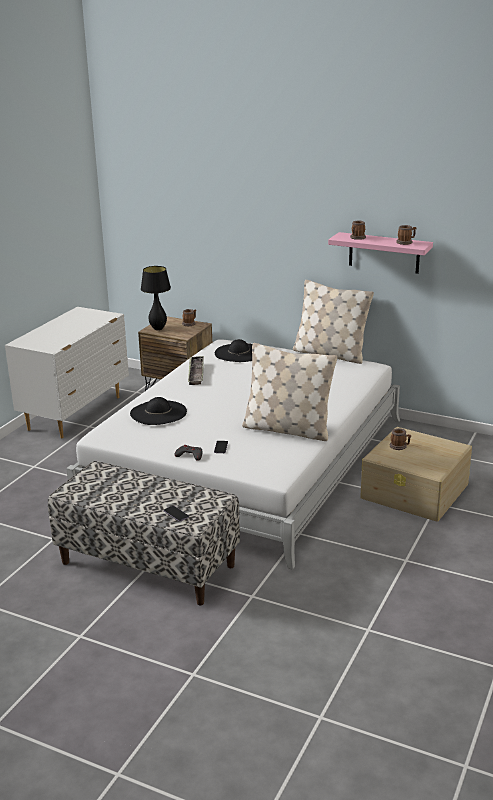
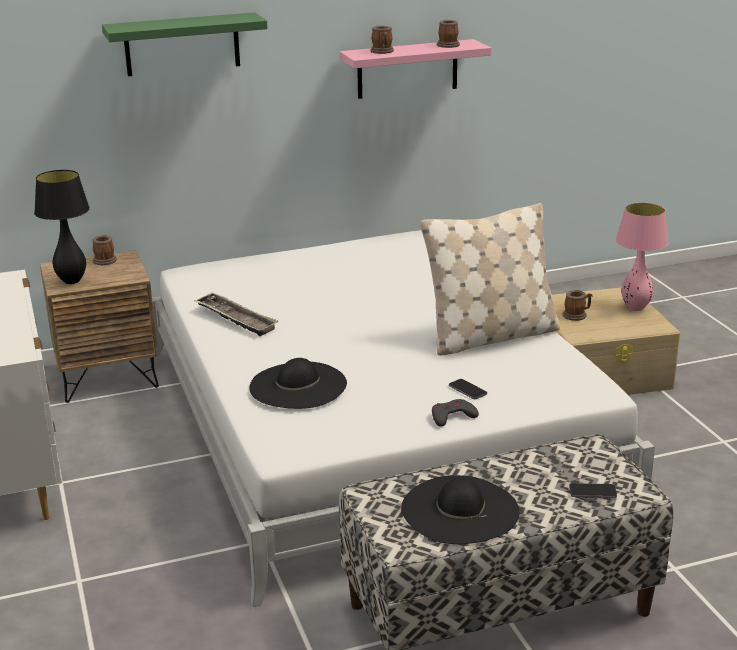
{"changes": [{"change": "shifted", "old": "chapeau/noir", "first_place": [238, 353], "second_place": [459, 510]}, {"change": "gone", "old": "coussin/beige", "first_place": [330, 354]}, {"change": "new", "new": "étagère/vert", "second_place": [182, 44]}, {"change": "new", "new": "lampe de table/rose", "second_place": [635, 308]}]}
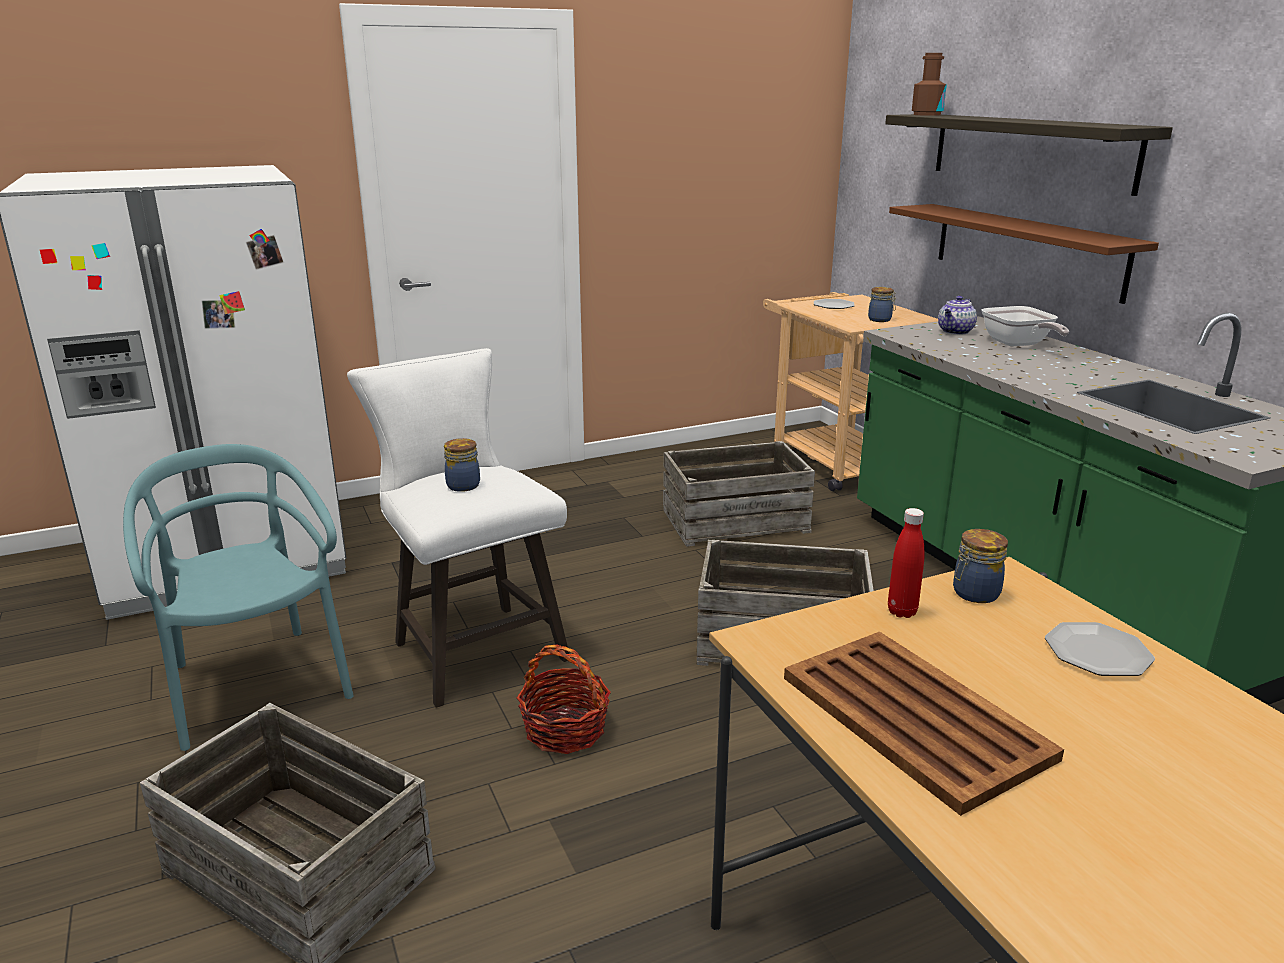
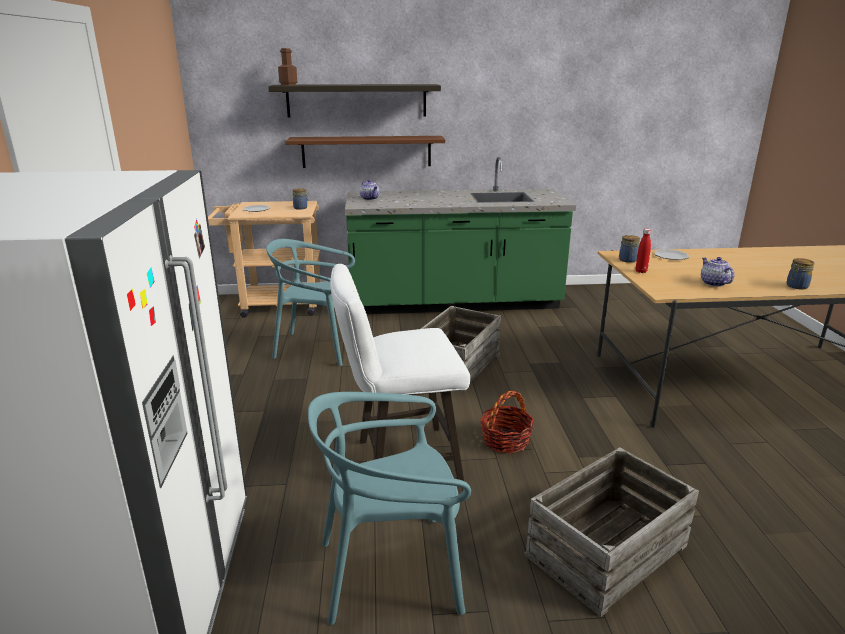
{"changes": [{"change": "shifted", "old": "bocal", "first_place": [462, 485], "second_place": [796, 286]}, {"change": "swapped", "old": "caisse", "new": "chaise/turquoise", "first_place": [735, 520], "second_place": [317, 347]}, {"change": "swapped", "old": "plateau/marron", "new": "théière", "first_place": [912, 715], "second_place": [713, 283]}, {"change": "gone", "old": "poêle", "first_place": [1018, 344]}]}
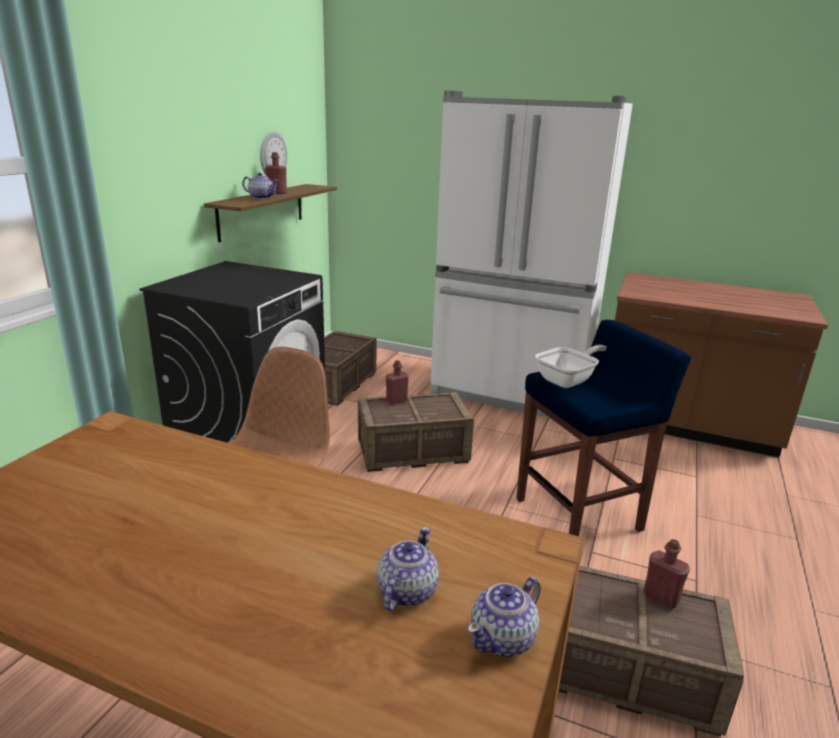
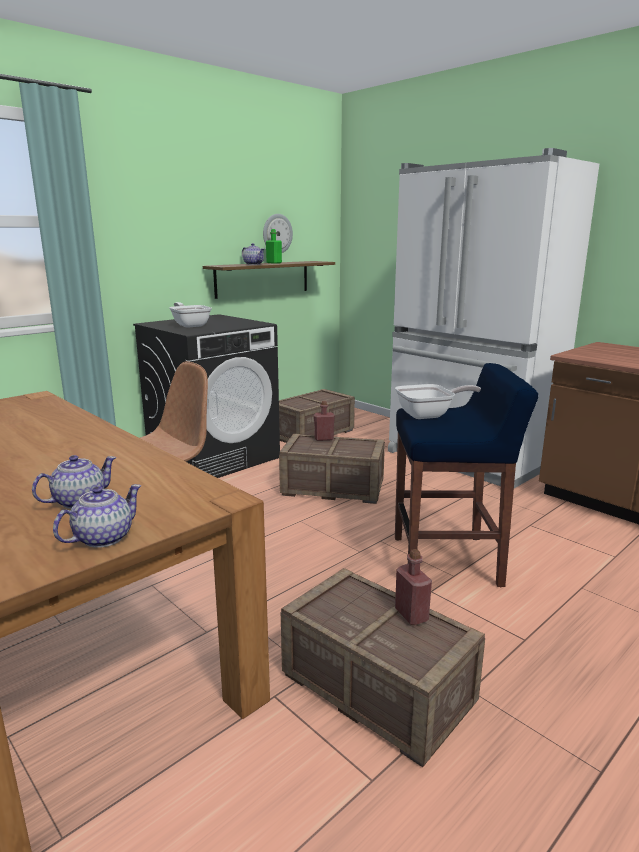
{"changes": [{"change": "repainted", "old": "bouteille/rouge", "new": "bouteille/vert", "first_place": [277, 193], "second_place": [274, 263]}, {"change": "rotated", "old": "théière", "first_place": [503, 639], "second_place": [102, 538], "degrees": 150}, {"change": "new", "new": "poêle", "second_place": [190, 325]}]}
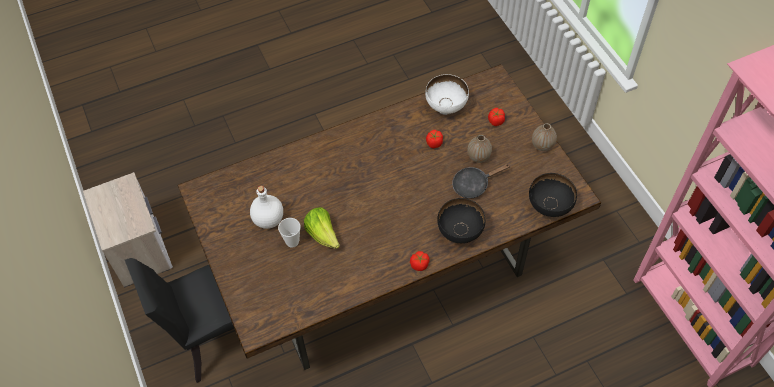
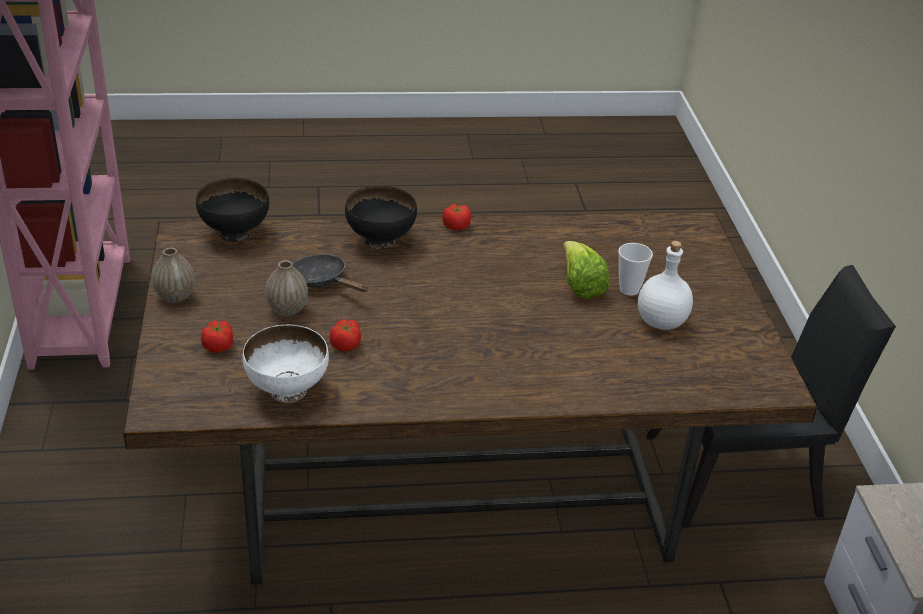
{"changes": [{"change": "rotated", "old": "poêle/noir", "first_place": [473, 185], "second_place": [321, 281], "degrees": -135}]}
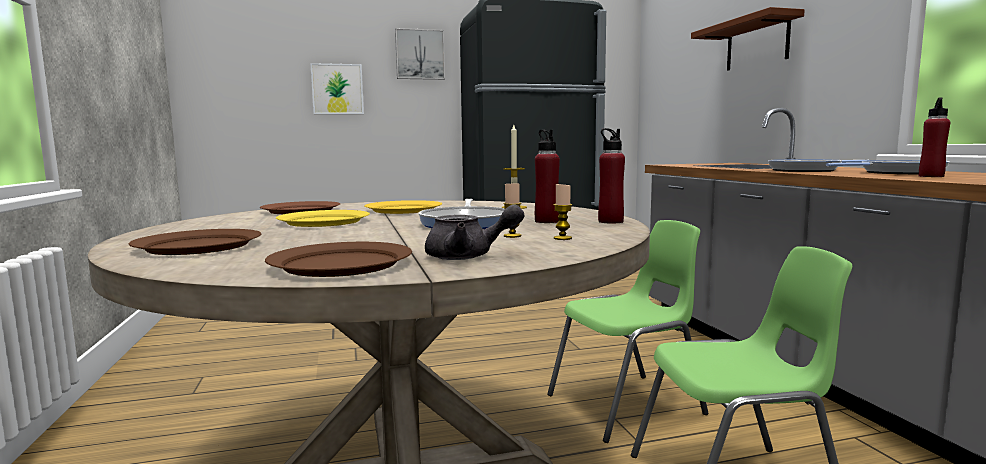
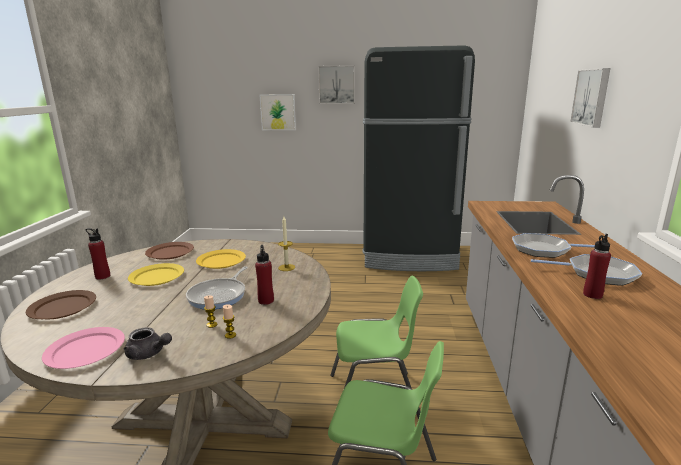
{"changes": [{"change": "repainted", "old": "assiette/marron", "new": "assiette/rose", "first_place": [341, 264], "second_place": [86, 350]}, {"change": "shifted", "old": "bouteille/rouge", "first_place": [610, 221], "second_place": [102, 276]}, {"change": "swapped", "old": "étagère/marron", "new": "tableau", "first_place": [757, 44], "second_place": [592, 97]}]}
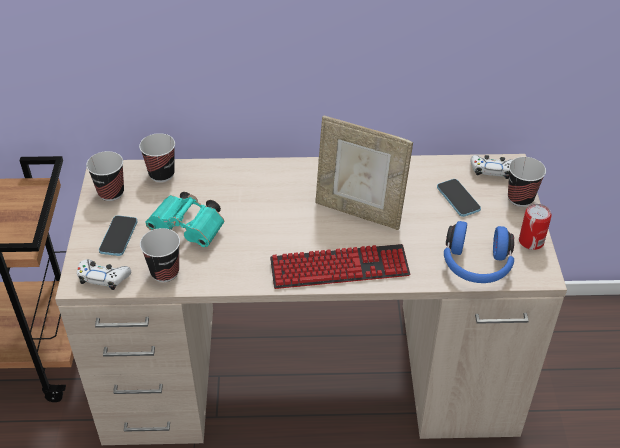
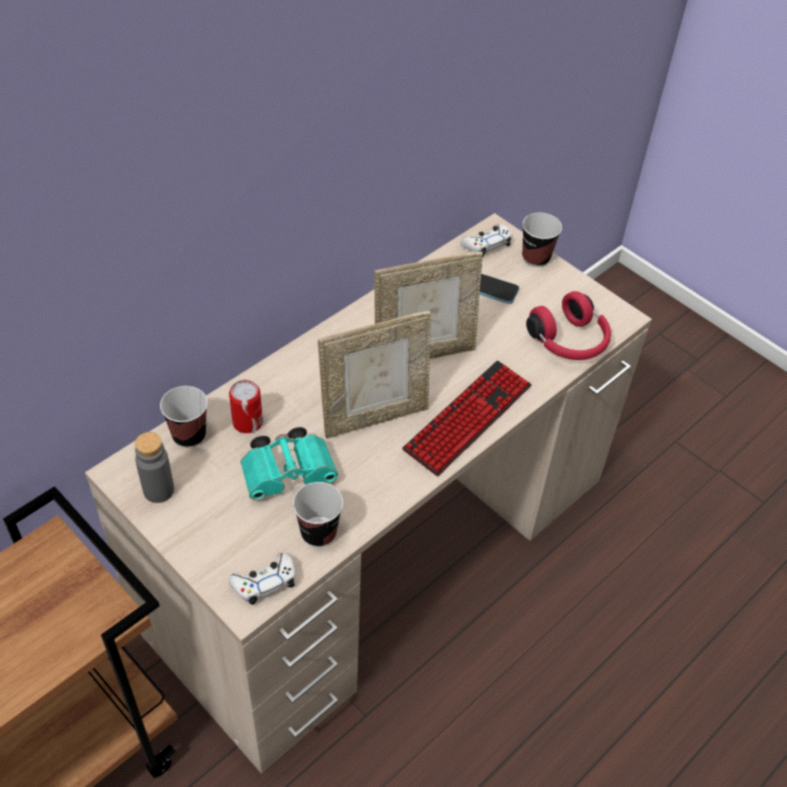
{"changes": [{"change": "swapped", "old": "tasse", "new": "bouteille/gris", "first_place": [111, 192], "second_place": [158, 490]}, {"change": "gone", "old": "téléphone", "first_place": [118, 237]}, {"change": "repainted", "old": "casque audio/bleu", "new": "casque audio/rouge", "first_place": [476, 265], "second_place": [569, 342]}, {"change": "shifted", "old": "boîte métallique", "first_place": [531, 241], "second_place": [247, 422]}, {"change": "new", "new": "cadre photo", "second_place": [374, 416]}]}
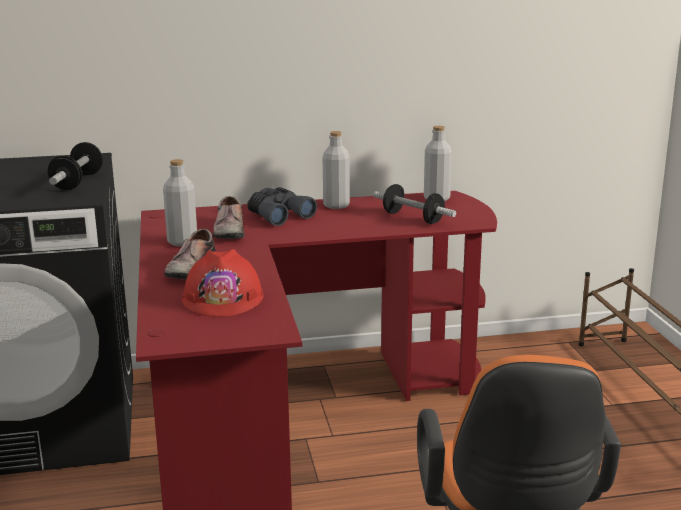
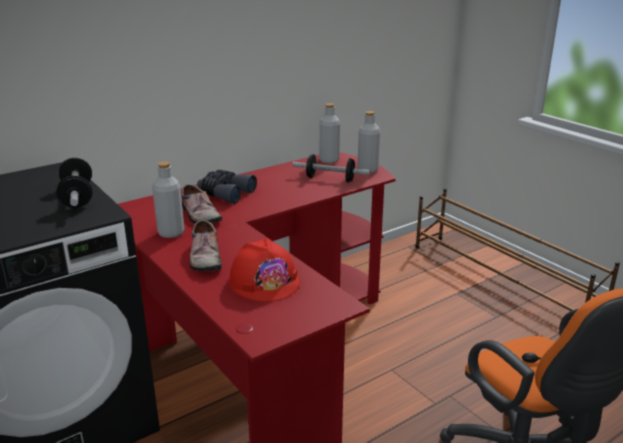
{"changes": [{"change": "shifted", "old": "bouteille/gris", "first_place": [336, 205], "second_place": [367, 170]}]}
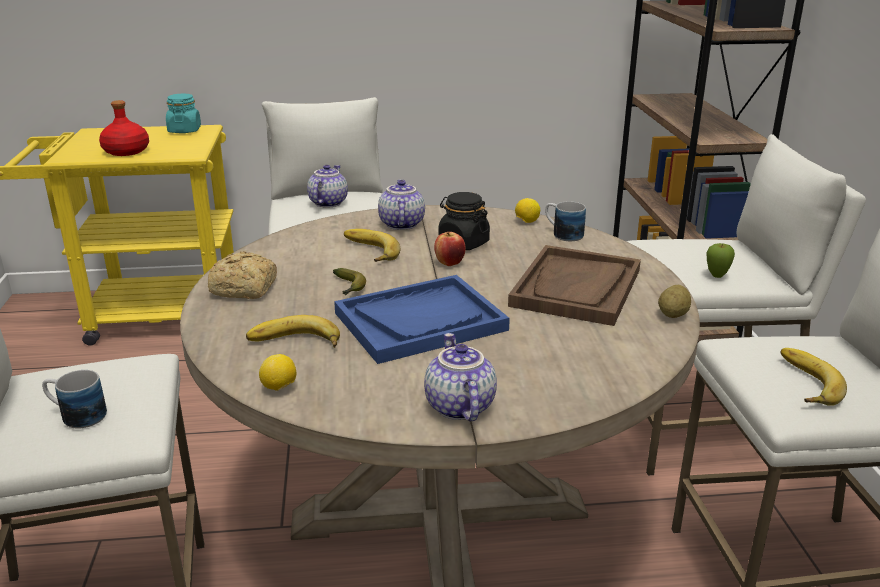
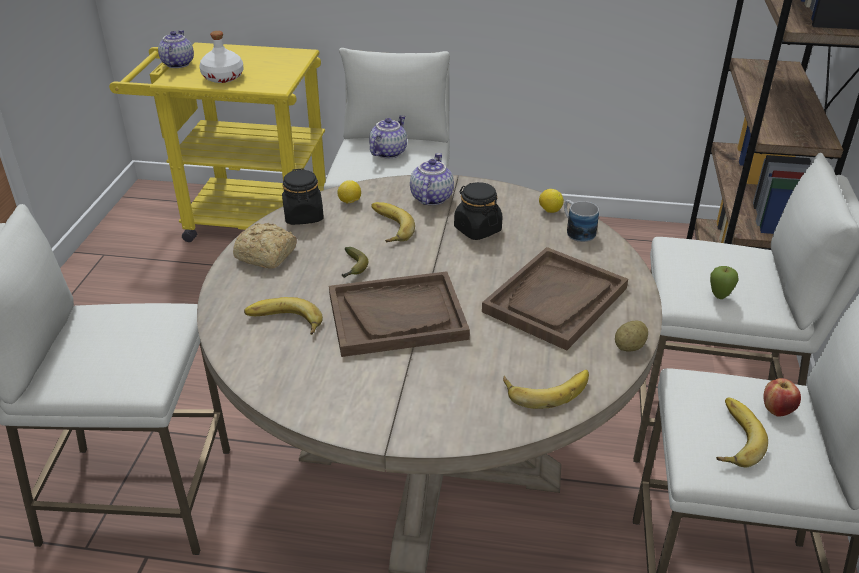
{"changes": [{"change": "gone", "old": "mug", "first_place": [76, 415]}, {"change": "repainted", "old": "bouteille/rouge", "new": "bouteille/blanc", "first_place": [126, 151], "second_place": [223, 77]}, {"change": "gone", "old": "bocal/turquoise", "first_place": [184, 130]}, {"change": "shifted", "old": "citron", "first_place": [279, 388], "second_place": [350, 202]}, {"change": "repainted", "old": "plateau/bleu", "new": "plateau/marron", "first_place": [420, 321], "second_place": [397, 316]}, {"change": "shifted", "old": "théière", "first_place": [458, 406], "second_place": [177, 64]}, {"change": "shifted", "old": "pomme", "first_place": [449, 263], "second_place": [777, 410]}, {"change": "new", "new": "bocal/noir", "second_place": [303, 216]}, {"change": "new", "new": "banane", "second_place": [546, 388]}]}
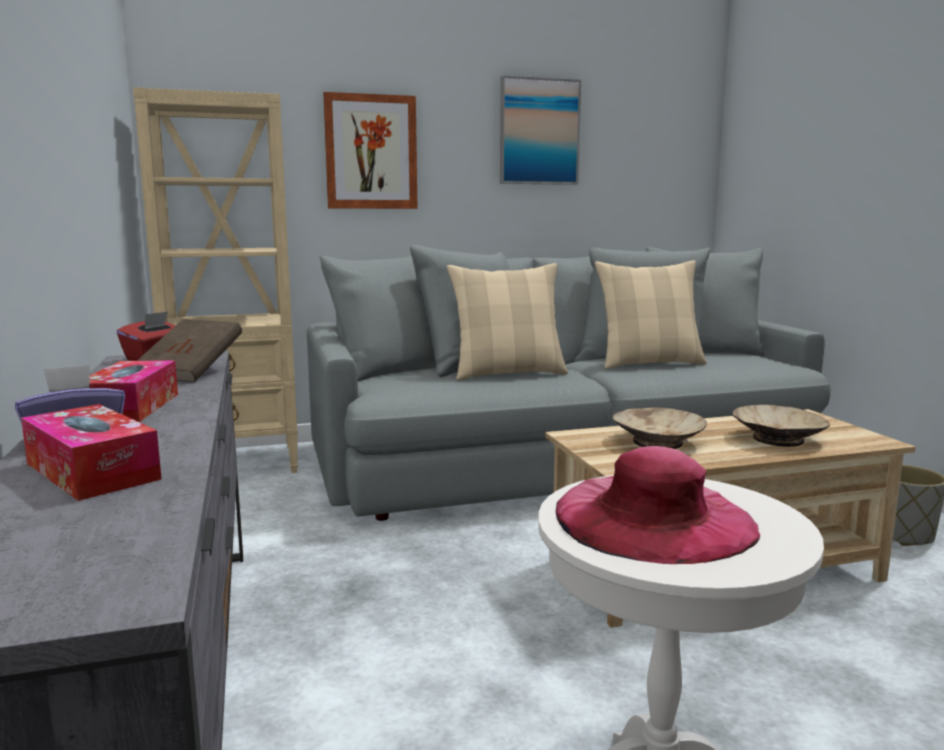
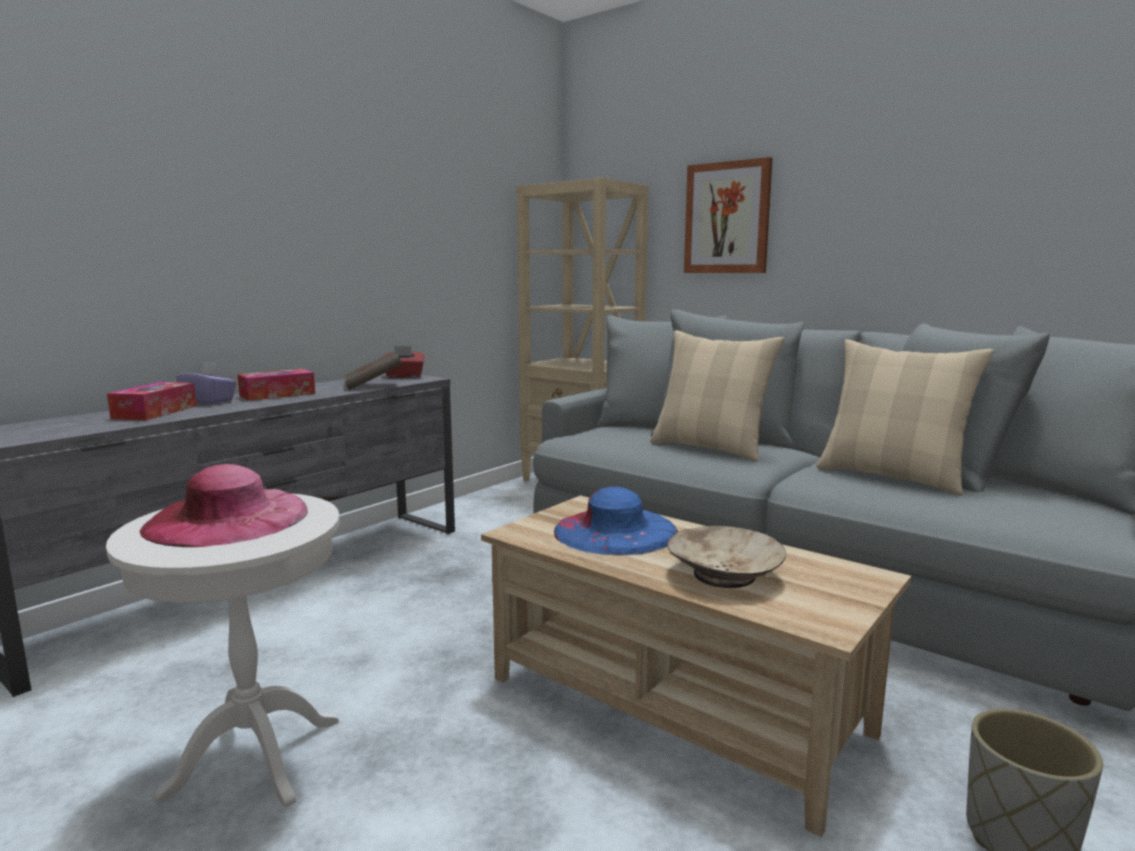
{"changes": [{"change": "gone", "old": "tableau", "first_place": [539, 132]}, {"change": "swapped", "old": "bol/beige", "new": "chapeau/bleu", "first_place": [657, 442], "second_place": [615, 531]}]}
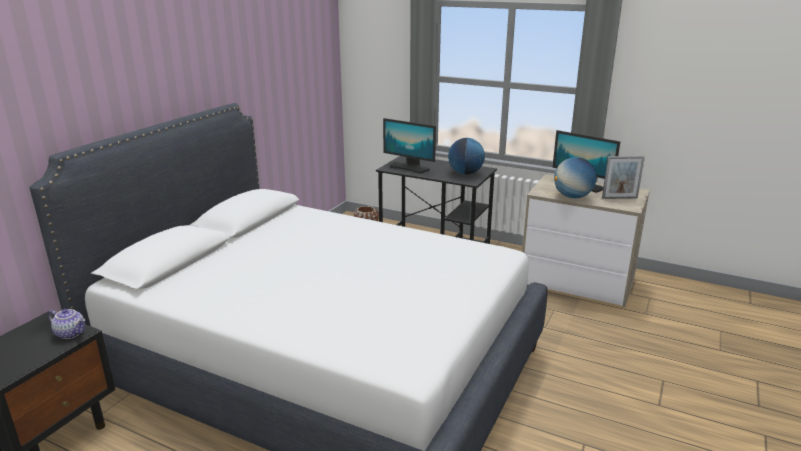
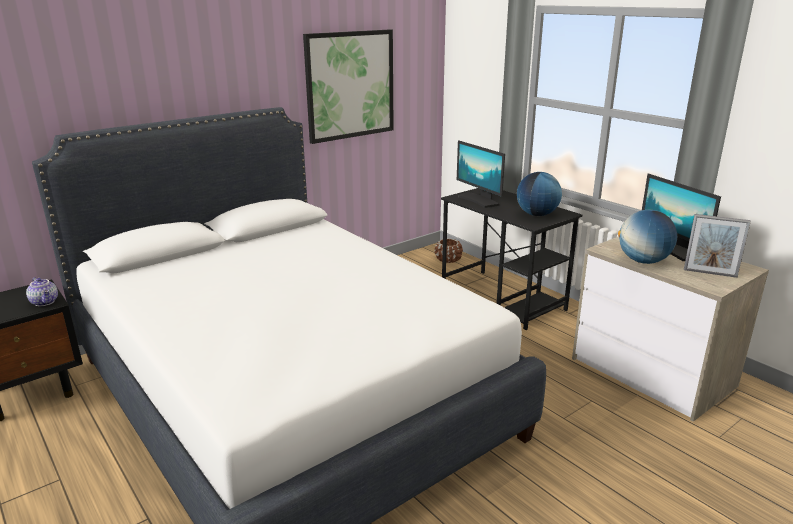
{"changes": [{"change": "new", "new": "tableau", "second_place": [350, 85]}]}
